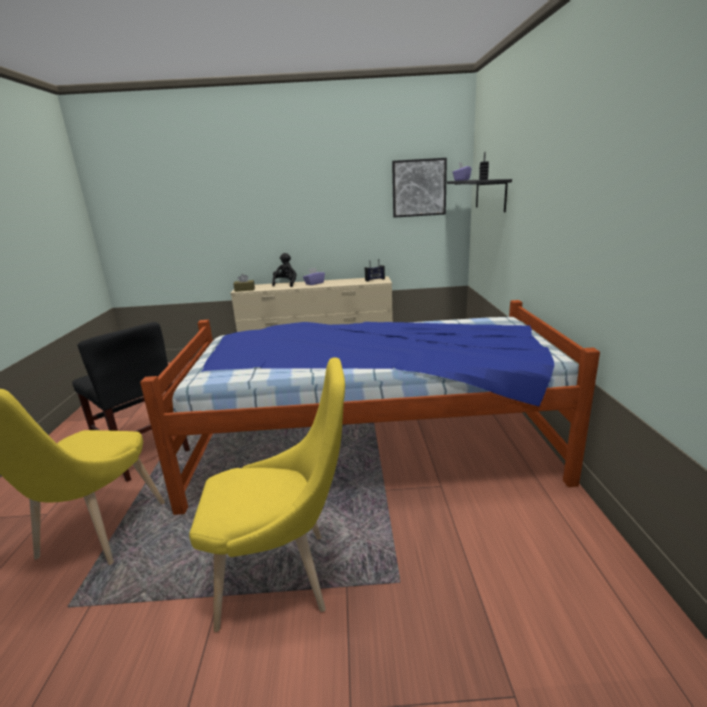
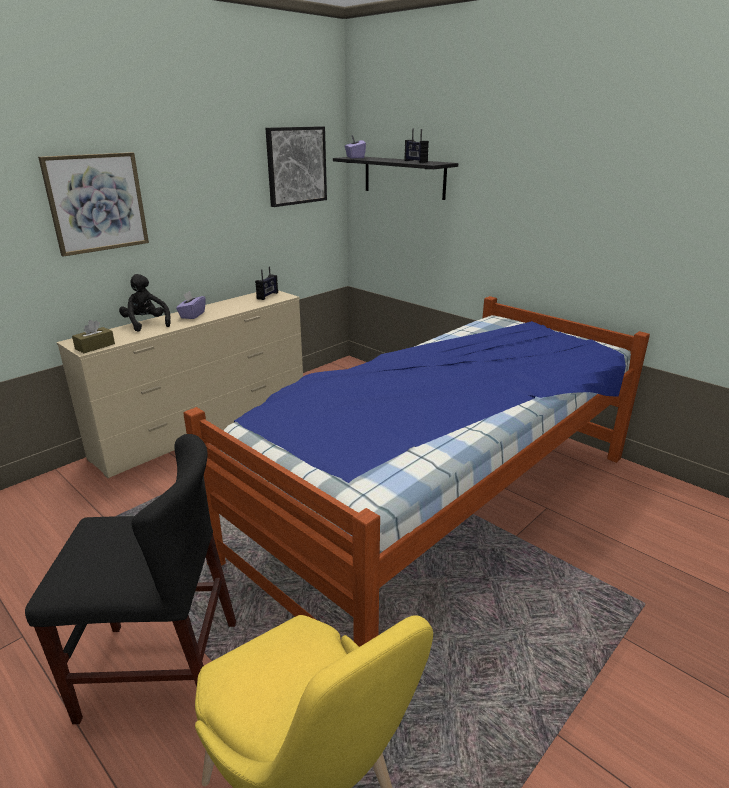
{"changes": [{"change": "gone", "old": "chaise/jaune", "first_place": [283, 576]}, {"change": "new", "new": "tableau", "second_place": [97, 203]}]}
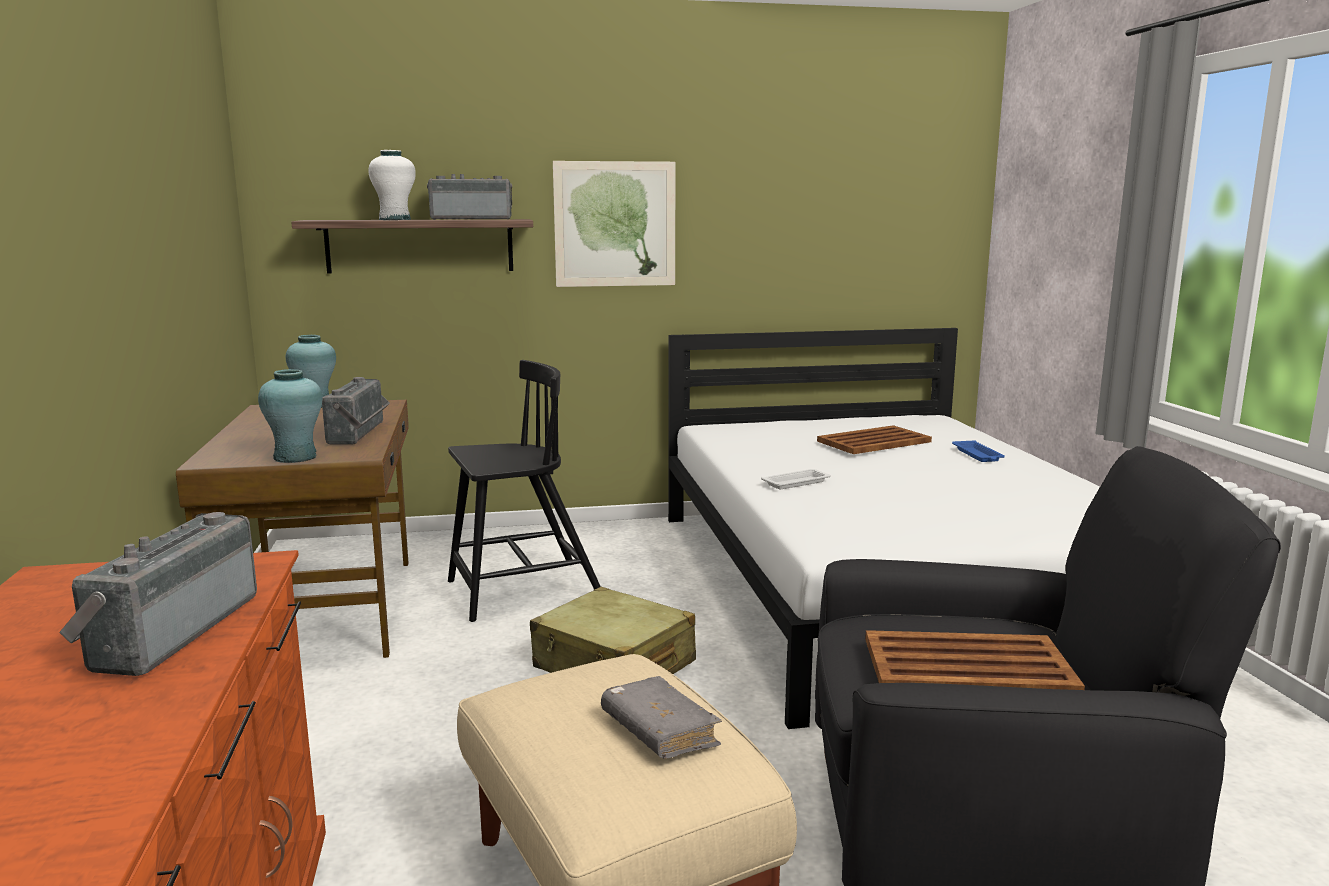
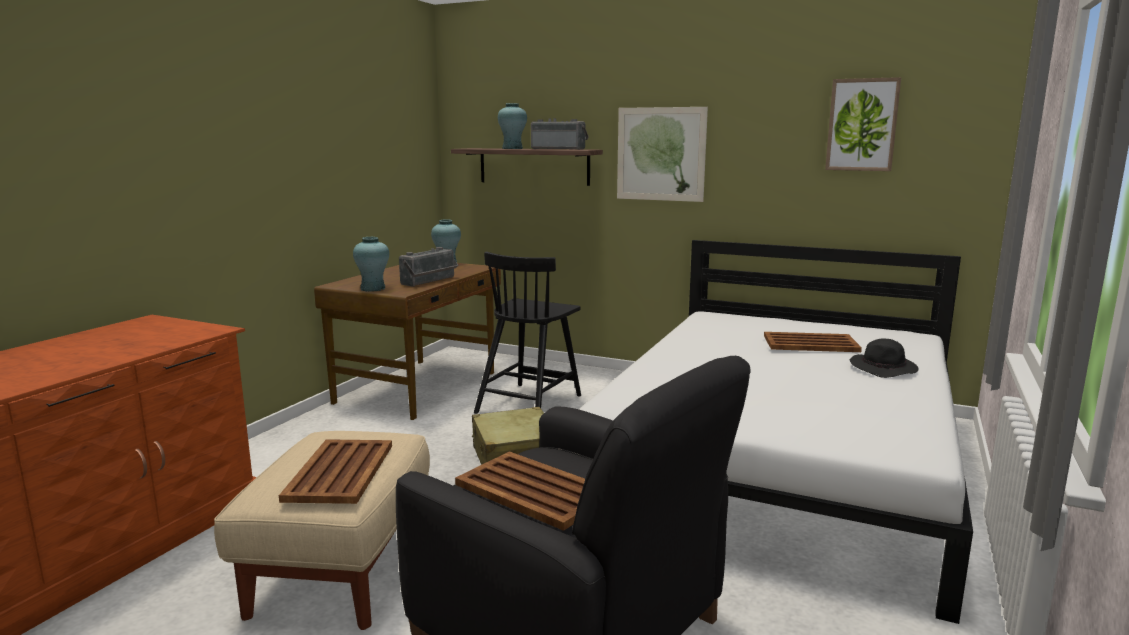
{"changes": [{"change": "gone", "old": "radio", "first_place": [169, 631]}, {"change": "repainted", "old": "vase/blanc", "new": "vase/turquoise", "first_place": [394, 219], "second_place": [512, 148]}, {"change": "rotated", "old": "chaise/noir", "first_place": [521, 591], "second_place": [529, 403], "degrees": 105}, {"change": "swapped", "old": "livre/gris", "new": "plateau/marron", "first_place": [659, 731], "second_place": [341, 471]}, {"change": "gone", "old": "plateau/blanc", "first_place": [797, 483]}, {"change": "swapped", "old": "plateau/bleu", "new": "chapeau/noir", "first_place": [978, 455], "second_place": [884, 369]}, {"change": "new", "new": "tableau", "second_place": [862, 125]}]}
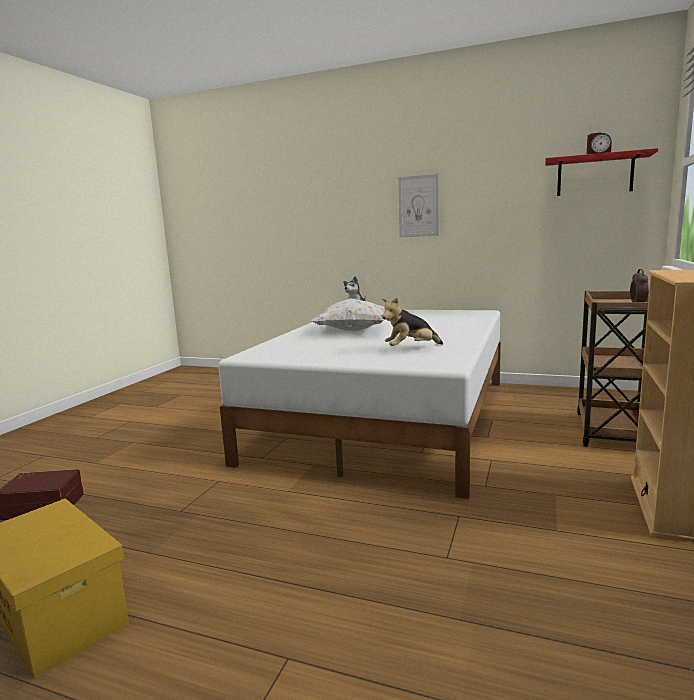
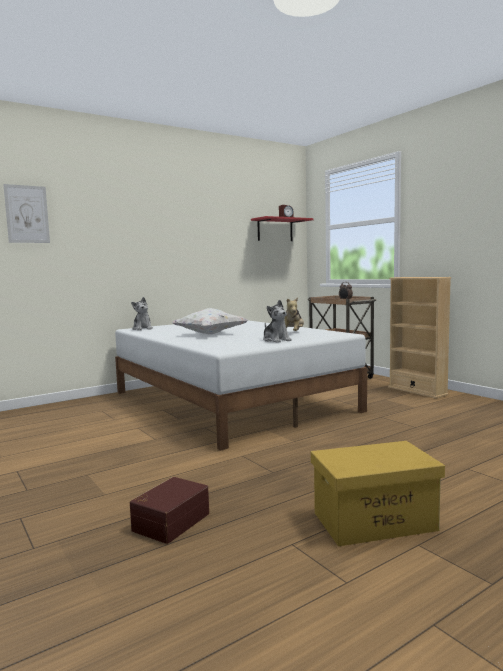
{"changes": [{"change": "shifted", "old": "tableau", "first_place": [418, 206], "second_place": [27, 214]}, {"change": "new", "new": "peluche", "second_place": [276, 340]}]}
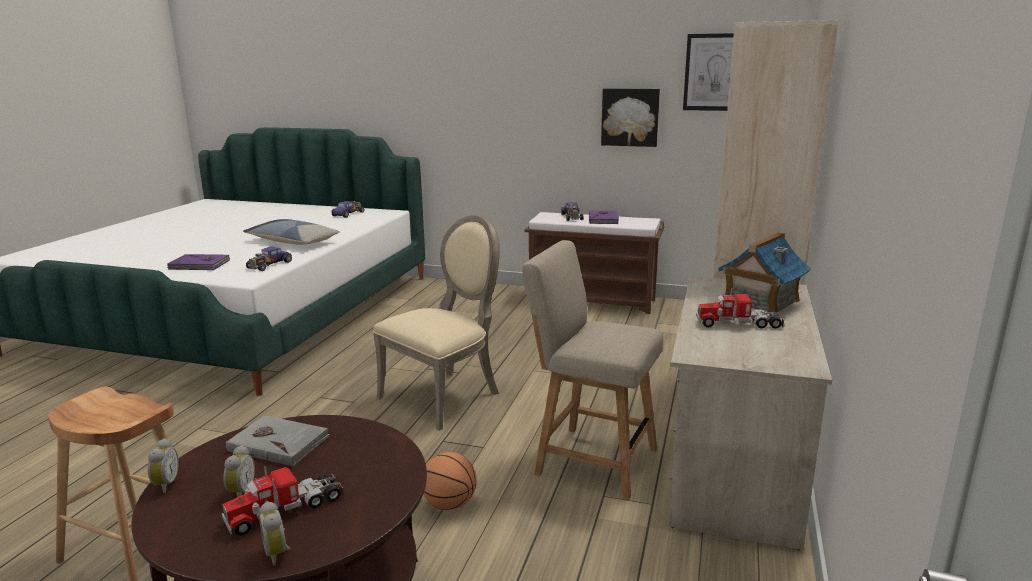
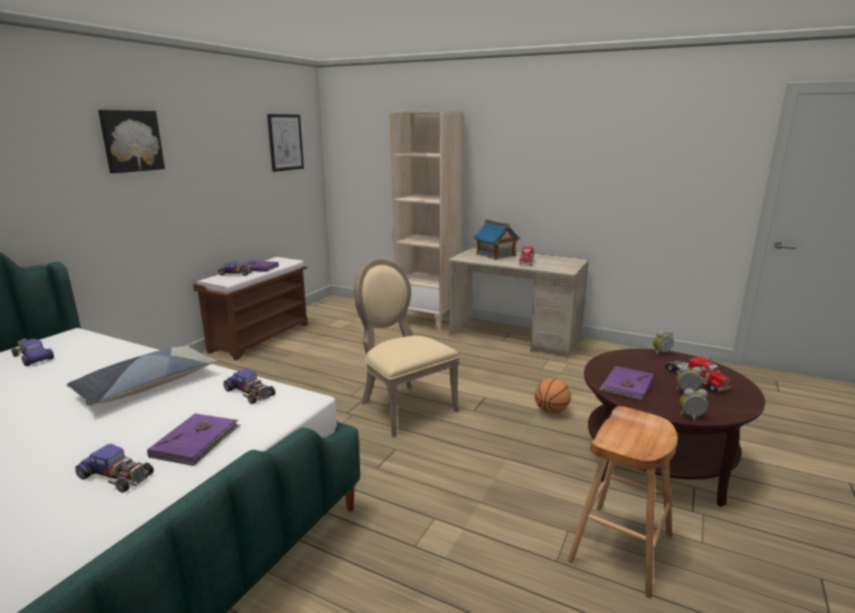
{"changes": [{"change": "repainted", "old": "livre/gris", "new": "livre/violet", "first_place": [278, 443], "second_place": [626, 385]}, {"change": "shifted", "old": "réveil", "first_place": [278, 553], "second_place": [660, 352]}, {"change": "gone", "old": "chaise/beige", "first_place": [590, 459]}, {"change": "shifted", "old": "tableau", "first_place": [630, 117], "second_place": [131, 141]}, {"change": "new", "new": "petite voiture", "second_place": [116, 475]}]}
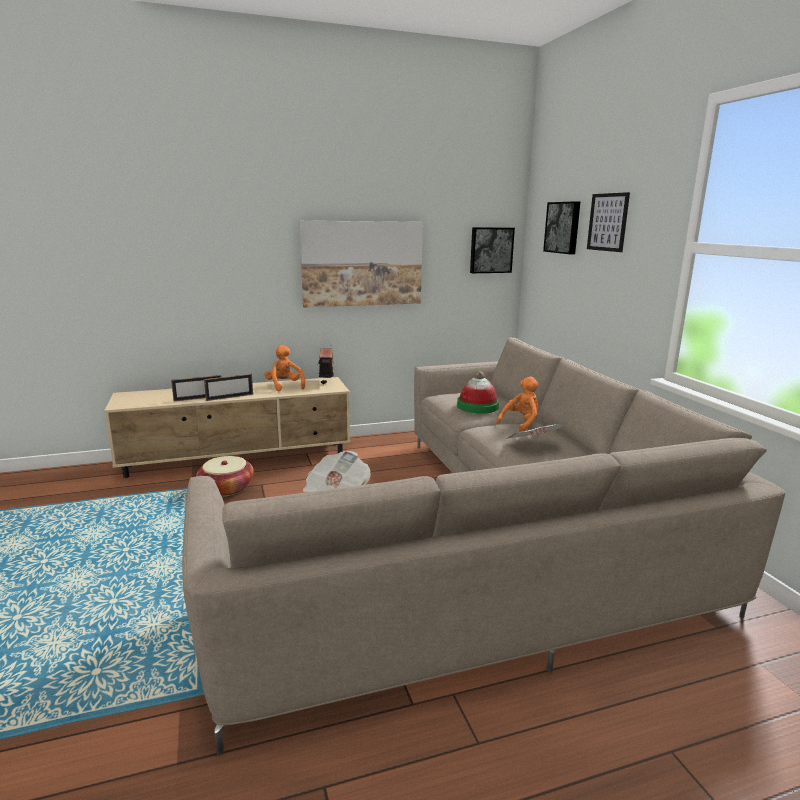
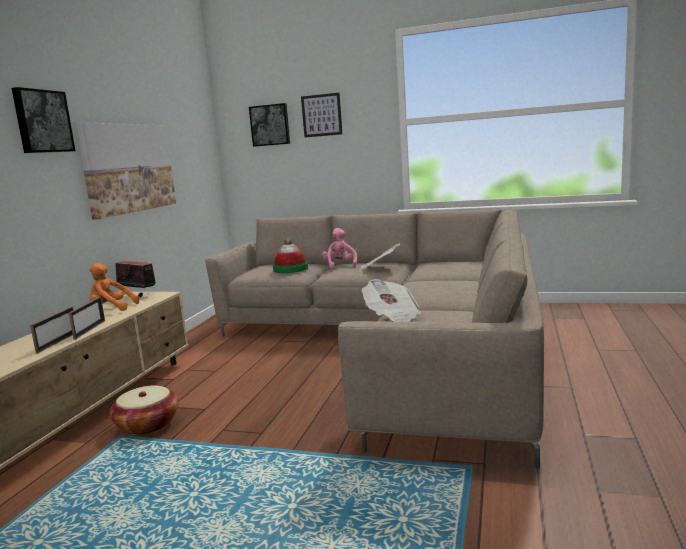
{"changes": [{"change": "shifted", "old": "tableau", "first_place": [491, 250], "second_place": [42, 121]}, {"change": "repainted", "old": "peluche/orange", "new": "peluche/rose", "first_place": [521, 424], "second_place": [340, 266]}]}
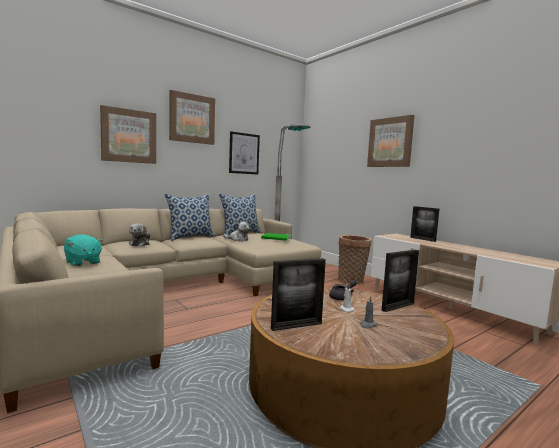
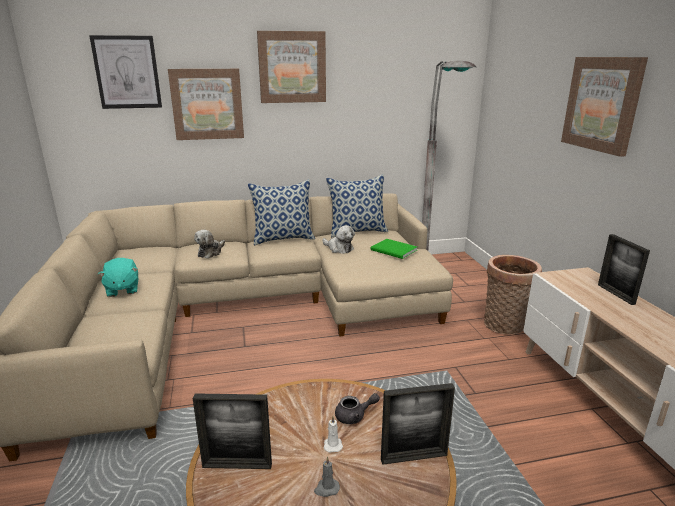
{"changes": [{"change": "shifted", "old": "tableau", "first_place": [244, 153], "second_place": [127, 72]}]}
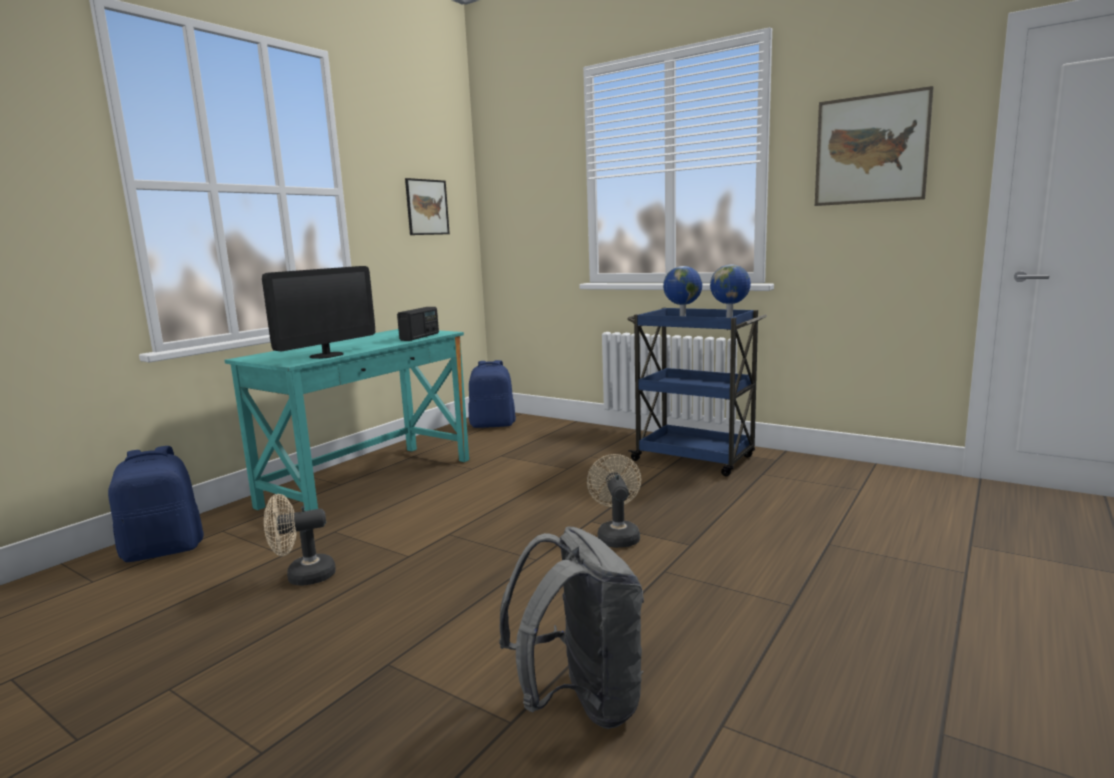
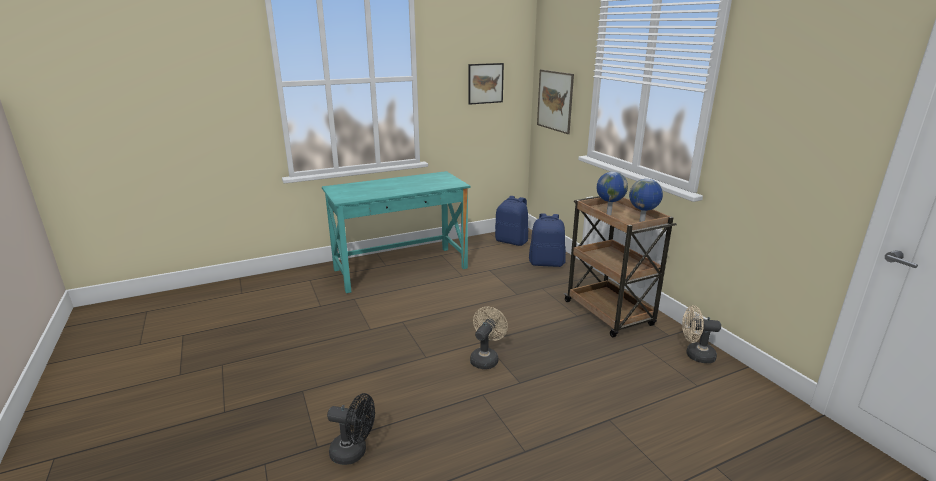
{"changes": [{"change": "shifted", "old": "sac à dos/bleu", "first_place": [164, 550], "second_place": [547, 263]}, {"change": "gone", "old": "écran d'ordinateur", "first_place": [326, 355]}, {"change": "shifted", "old": "ventilateur/beige", "first_place": [303, 577], "second_place": [695, 355]}, {"change": "gone", "old": "radio", "first_place": [420, 337]}, {"change": "swapped", "old": "sac à dos/gris", "new": "ventilateur/noir", "first_place": [580, 702], "second_place": [354, 452]}, {"change": "repainted", "old": "chariot/bleu", "new": "chariot/marron", "first_place": [695, 459], "second_place": [609, 314]}, {"change": "shifted", "old": "tableau", "first_place": [871, 149], "second_place": [555, 101]}]}
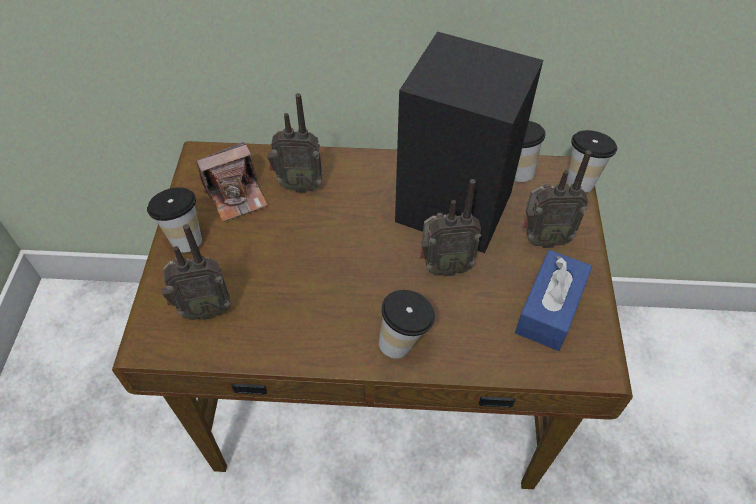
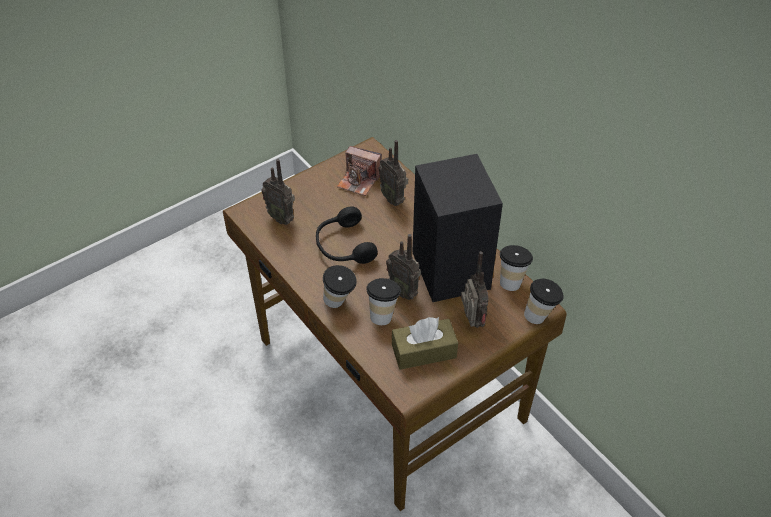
{"changes": [{"change": "shifted", "old": "tasse", "first_place": [184, 238], "second_place": [383, 314]}, {"change": "repainted", "old": "boîte à mouchoirs/bleu", "new": "boîte à mouchoirs/marron", "first_place": [549, 309], "second_place": [424, 351]}, {"change": "rotated", "old": "radio", "first_place": [543, 239], "second_place": [471, 322], "degrees": -150}, {"change": "new", "new": "casque audio/noir", "second_place": [343, 246]}]}
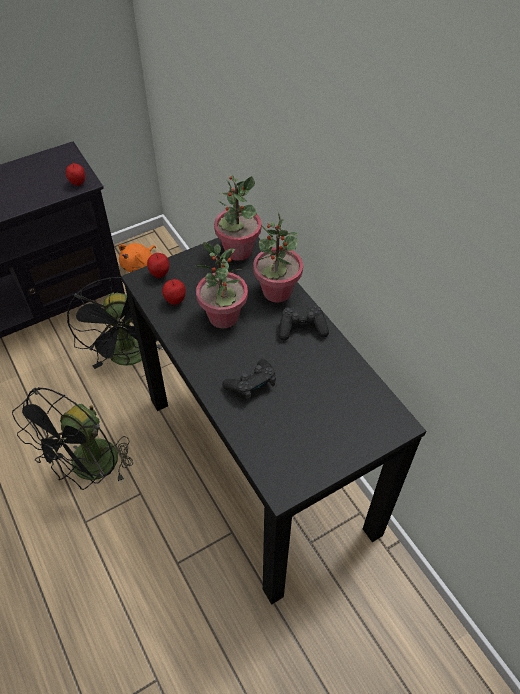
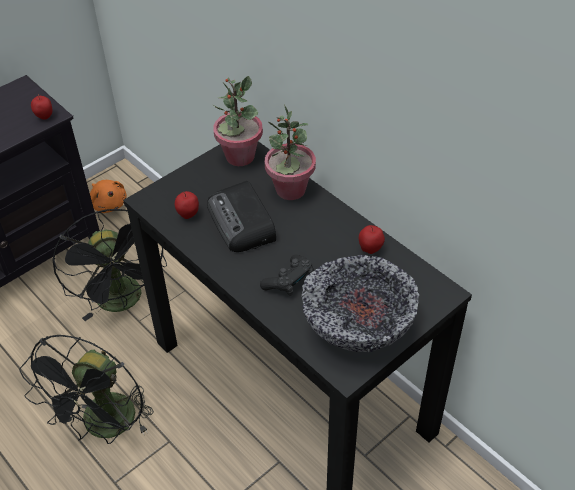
{"changes": [{"change": "rotated", "old": "peluche/orange", "first_place": [139, 265], "second_place": [108, 204], "degrees": -60}, {"change": "shifted", "old": "pomme", "first_place": [160, 275], "second_place": [370, 250]}, {"change": "swapped", "old": "plante en pot", "new": "radio", "first_place": [223, 317], "second_place": [242, 223]}, {"change": "gone", "old": "manette/noir", "first_place": [302, 328]}, {"change": "new", "new": "bol", "second_place": [357, 327]}]}
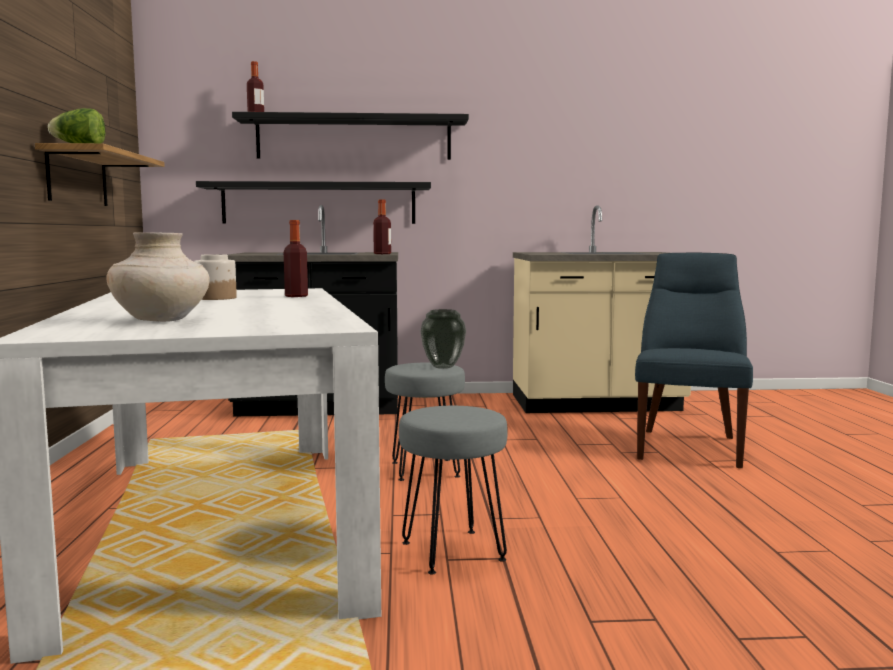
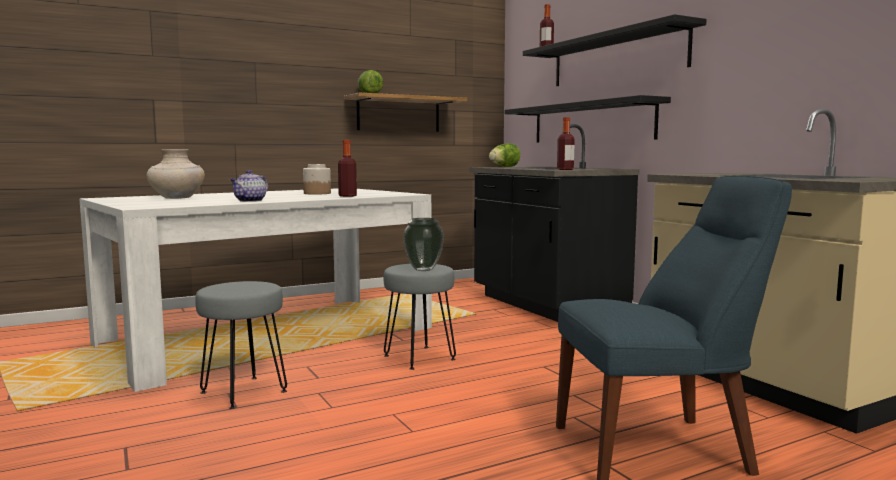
{"changes": [{"change": "new", "new": "théière", "second_place": [250, 201]}, {"change": "new", "new": "laitue", "second_place": [504, 167]}]}
